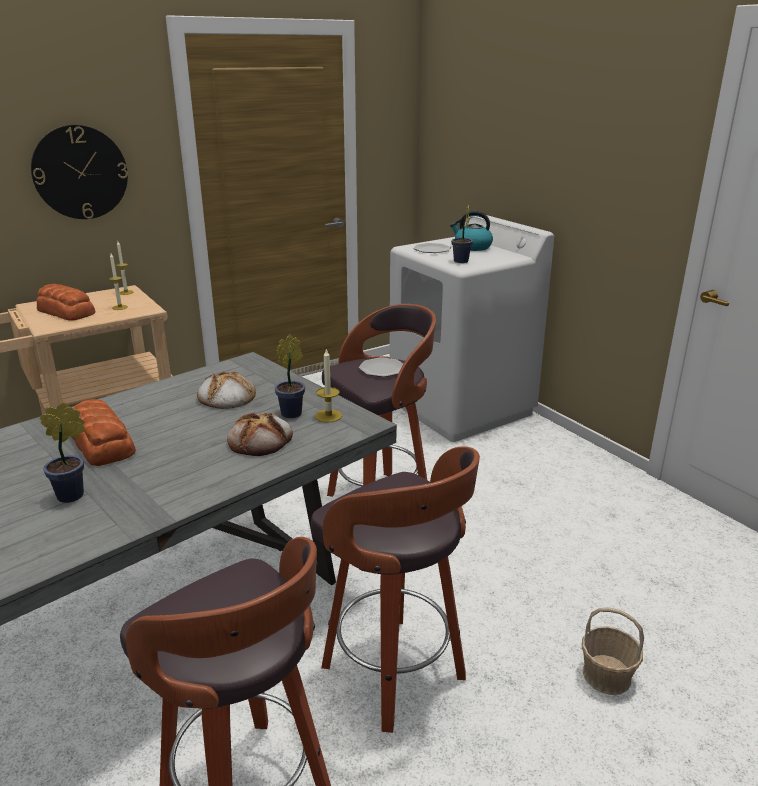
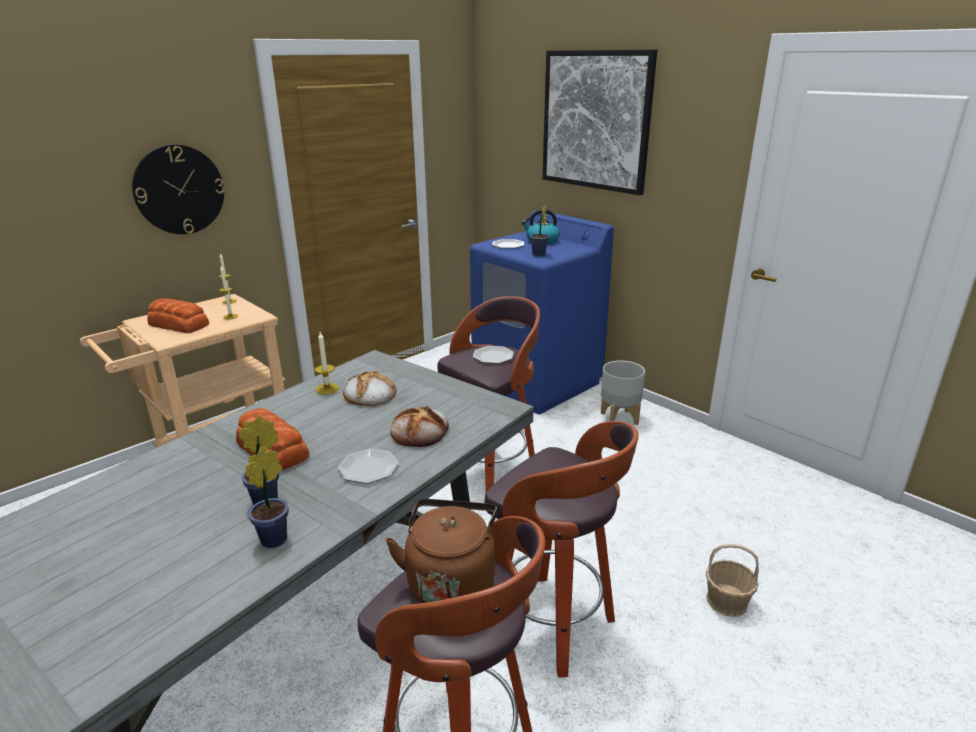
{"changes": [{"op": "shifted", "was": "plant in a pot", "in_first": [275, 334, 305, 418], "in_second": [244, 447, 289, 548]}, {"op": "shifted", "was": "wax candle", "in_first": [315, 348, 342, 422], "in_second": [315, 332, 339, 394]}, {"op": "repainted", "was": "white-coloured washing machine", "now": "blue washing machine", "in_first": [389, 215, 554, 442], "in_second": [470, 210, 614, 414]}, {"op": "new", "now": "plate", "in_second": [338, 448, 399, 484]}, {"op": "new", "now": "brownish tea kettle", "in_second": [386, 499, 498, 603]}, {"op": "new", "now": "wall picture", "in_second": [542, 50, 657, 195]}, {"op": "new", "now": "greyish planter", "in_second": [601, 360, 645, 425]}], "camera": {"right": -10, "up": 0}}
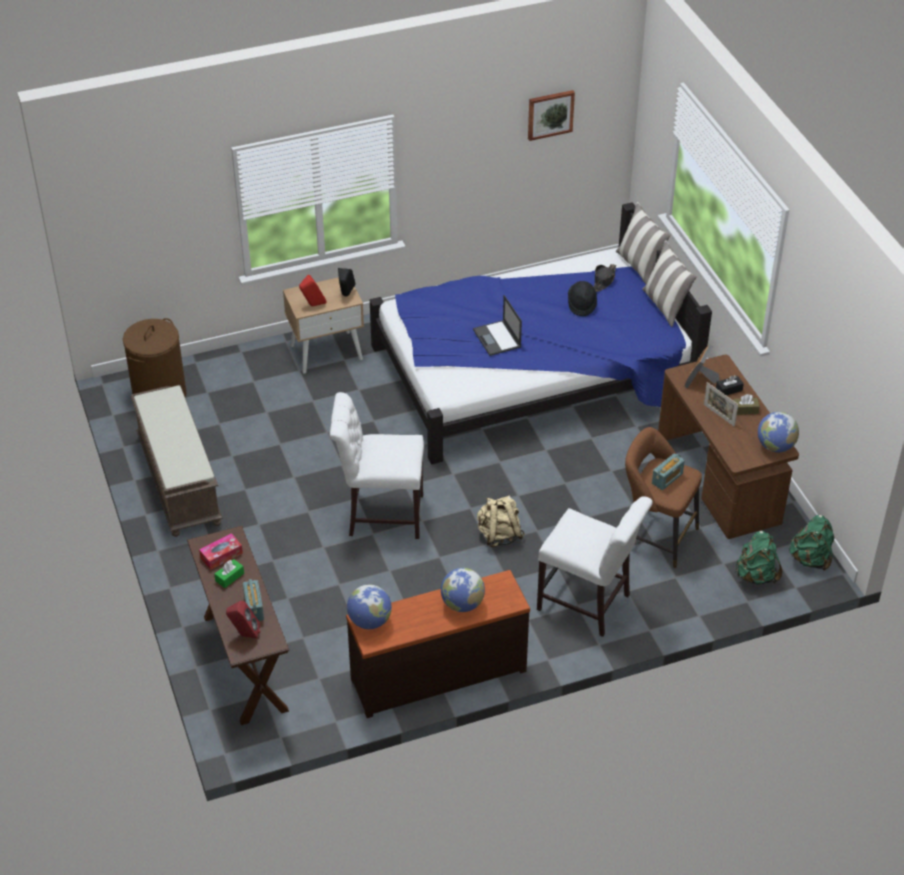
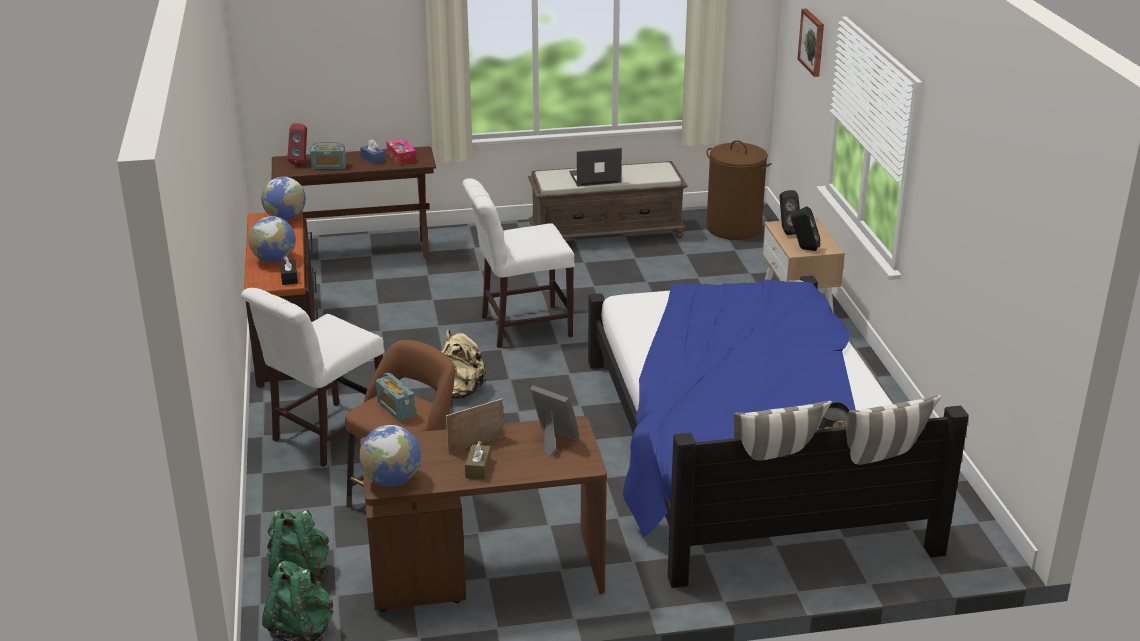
{"changes": [{"op": "repainted", "was": "green tissue box", "now": "blue tissue box", "in_first": [214, 559, 244, 588], "in_second": [360, 139, 385, 164]}, {"op": "repainted", "was": "reddish speaker", "now": "black speaker", "in_first": [299, 275, 327, 307], "in_second": [780, 190, 800, 235]}, {"op": "rotated", "was": "white-coloured plain chair", "in_first": [330, 392, 424, 539], "in_second": [463, 178, 575, 348], "clockwise": -120}, {"op": "shifted", "was": "portable computer", "in_first": [473, 295, 522, 356], "in_second": [569, 148, 622, 187]}, {"op": "shifted", "was": "wall picture", "in_first": [528, 90, 575, 141], "in_second": [797, 9, 824, 77]}, {"op": "gone", "was": "black hat", "in_first": [568, 281, 597, 316]}, {"op": "shifted", "was": "black tissue box", "in_first": [716, 375, 744, 396], "in_second": [280, 256, 298, 285]}], "camera": {"right": 100, "up": -15}}
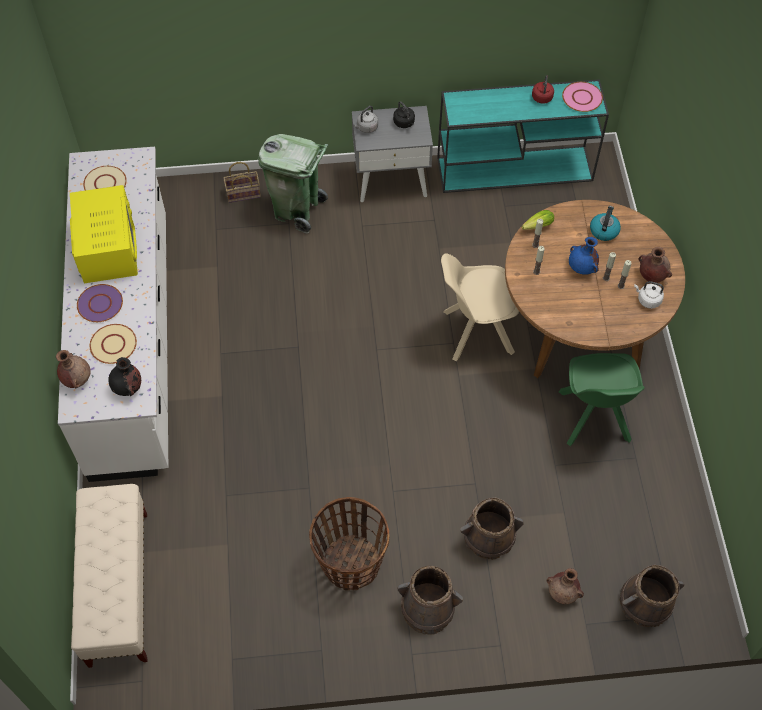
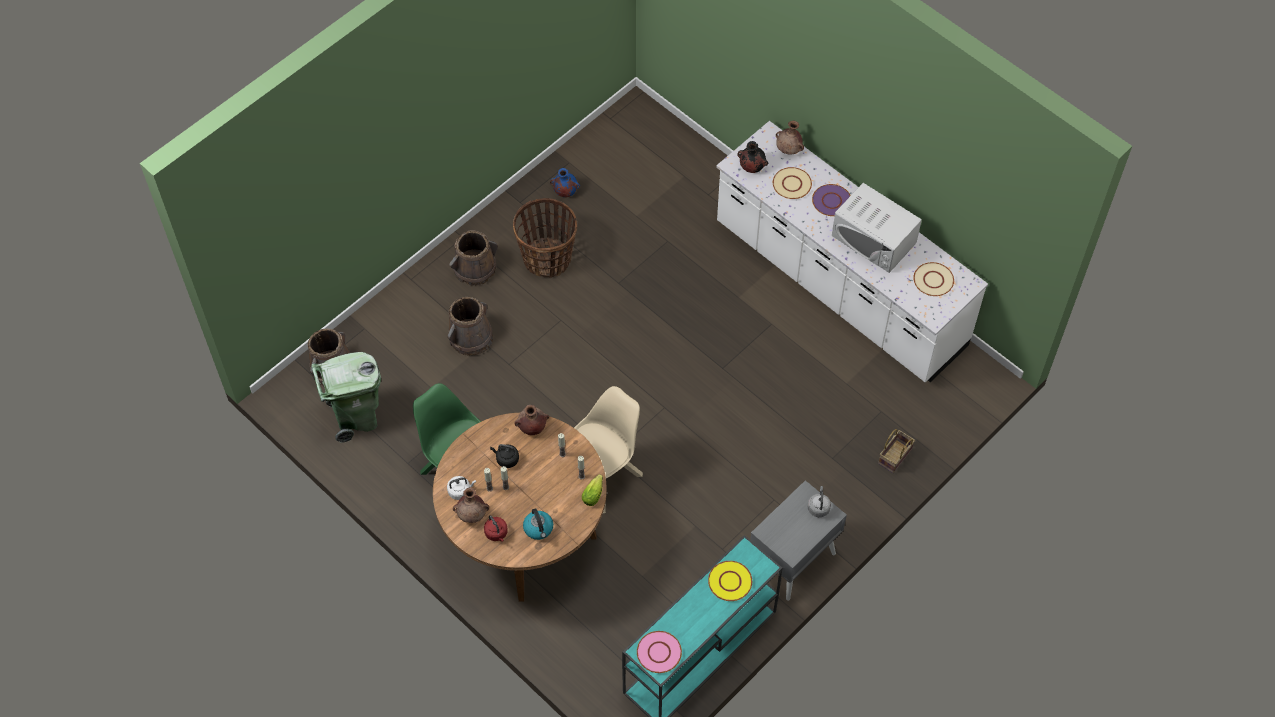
{"changes": [{"op": "repainted", "was": "yellow-coloured microwave oven", "now": "white-coloured microwave oven", "in_first": [70, 185, 138, 283], "in_second": [832, 183, 922, 273]}, {"op": "gone", "was": "beige-coloured indoor bench", "in_first": [71, 484, 147, 668]}, {"op": "shifted", "was": "green rubbish bin", "in_first": [258, 134, 329, 234], "in_second": [312, 352, 381, 443]}, {"op": "shifted", "was": "black tea kettle", "in_first": [393, 101, 415, 128], "in_second": [490, 444, 519, 468]}, {"op": "shifted", "was": "reddish tea kettle", "in_first": [532, 75, 554, 104], "in_second": [484, 515, 508, 542]}, {"op": "shifted", "was": "brownish vase", "in_first": [547, 568, 584, 604], "in_second": [514, 405, 549, 435]}, {"op": "shifted", "was": "blue vase", "in_first": [569, 237, 599, 275], "in_second": [550, 168, 580, 197]}, {"op": "new", "now": "yellow-coloured plate", "in_second": [708, 561, 752, 601]}], "camera": {"right": 140, "up": 0}}
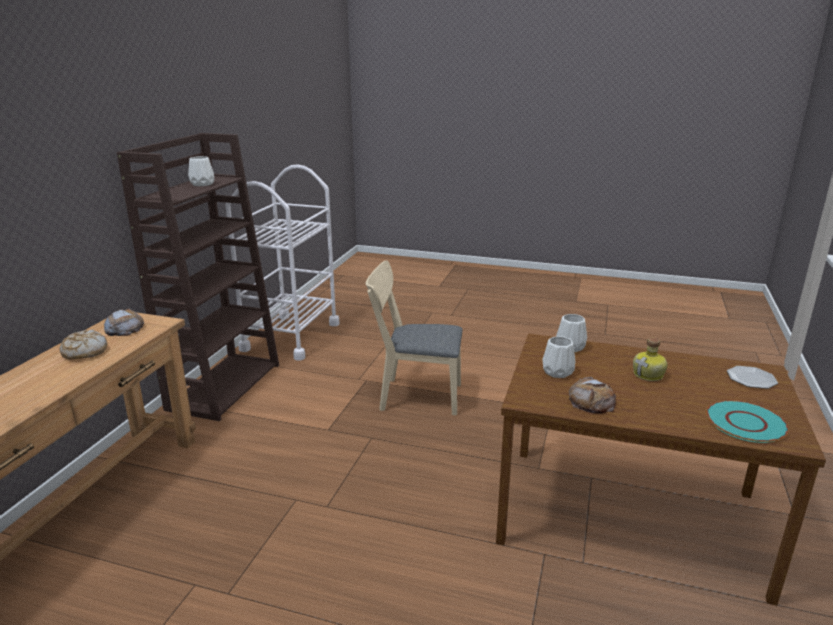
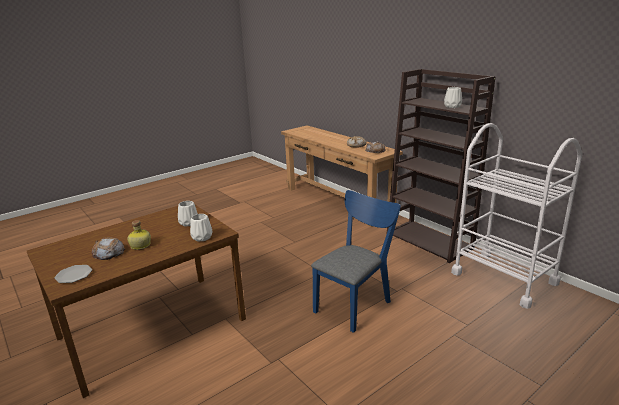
{"changes": [{"op": "repainted", "was": "beige-coloured plain chair", "now": "blue plain chair", "in_first": [366, 260, 463, 415], "in_second": [311, 190, 401, 333]}, {"op": "shifted", "was": "baked bread", "in_first": [569, 377, 616, 414], "in_second": [91, 237, 126, 260]}, {"op": "gone", "was": "turquoise plate", "in_first": [706, 400, 789, 443]}], "camera": {"right": 125, "up": 0}}
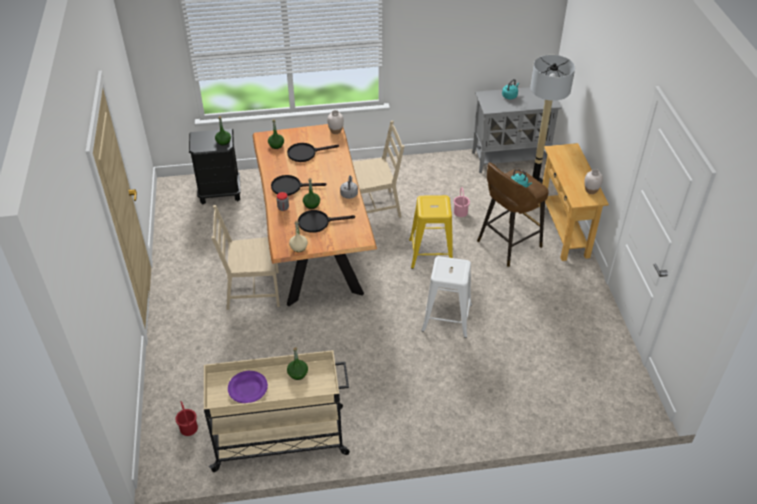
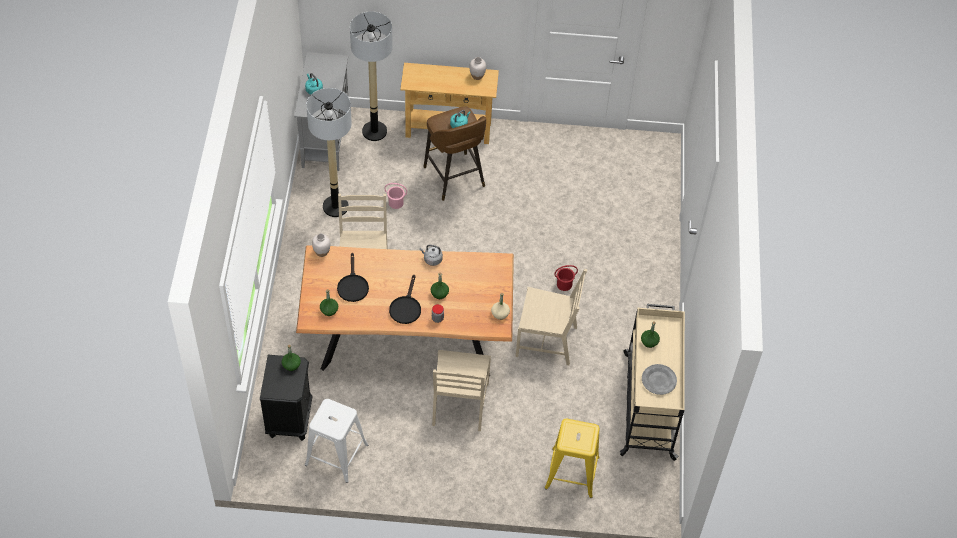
{"changes": [{"op": "shifted", "was": "reddish water bucket", "in_first": [175, 401, 198, 436], "in_second": [554, 265, 578, 291]}, {"op": "repainted", "was": "purplish plate", "now": "greyish plate", "in_first": [228, 371, 268, 403], "in_second": [642, 364, 677, 395]}, {"op": "gone", "was": "black pan", "in_first": [298, 210, 355, 233]}, {"op": "shifted", "was": "yellow-coloured stool seat", "in_first": [409, 195, 453, 269], "in_second": [545, 418, 600, 498]}, {"op": "shifted", "was": "white-coloured stool seat", "in_first": [421, 256, 472, 338], "in_second": [305, 399, 368, 483]}, {"op": "new", "now": "floor lamp", "in_second": [306, 88, 352, 217]}, {"op": "new", "now": "beige-coloured plain chair", "in_second": [516, 269, 587, 365]}], "camera": {"right": -80, "up": 10}}
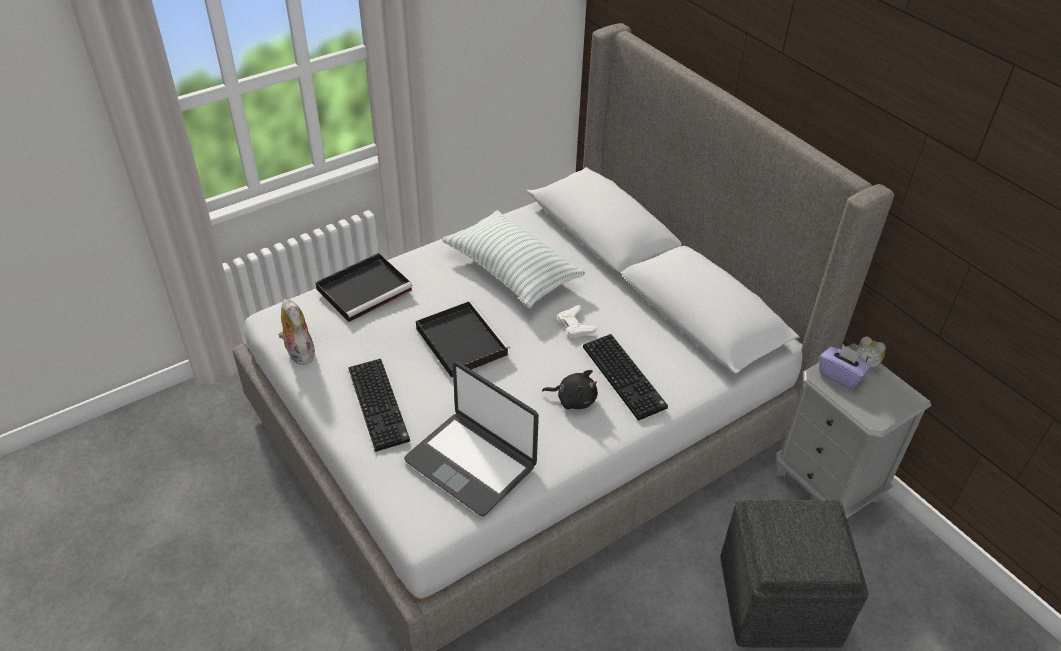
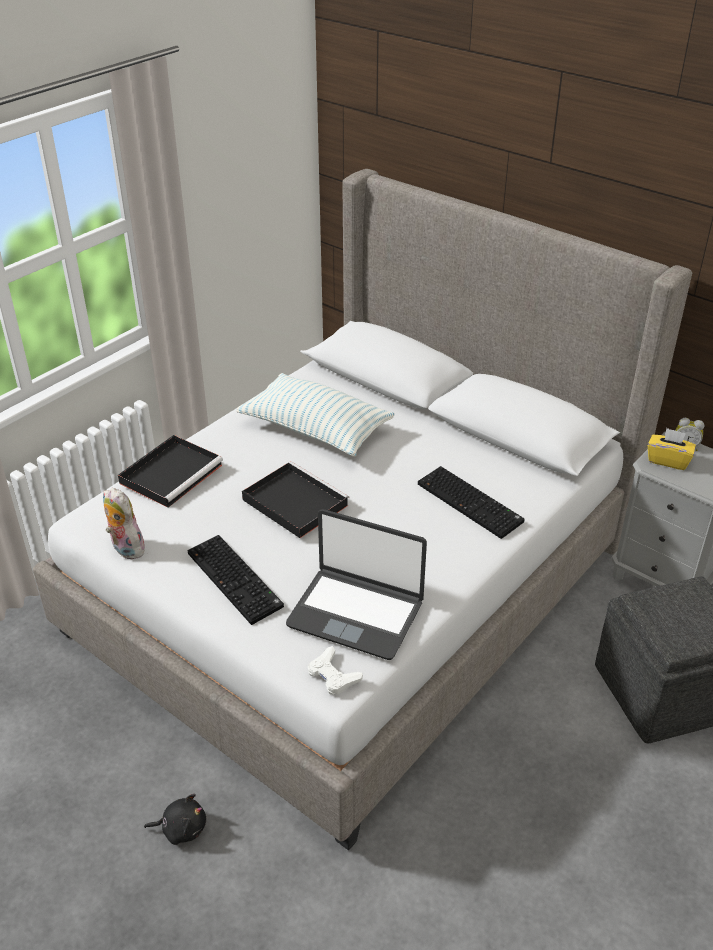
{"changes": [{"op": "shifted", "was": "black plush toy", "in_first": [542, 370, 598, 409], "in_second": [144, 794, 206, 845]}, {"op": "shifted", "was": "white-coloured game controller", "in_first": [557, 305, 597, 338], "in_second": [308, 646, 363, 695]}, {"op": "repainted", "was": "purplish tissue box", "now": "yellow-coloured tissue box", "in_first": [819, 345, 871, 390], "in_second": [648, 428, 696, 470]}], "camera": {"right": -15, "up": -5}}
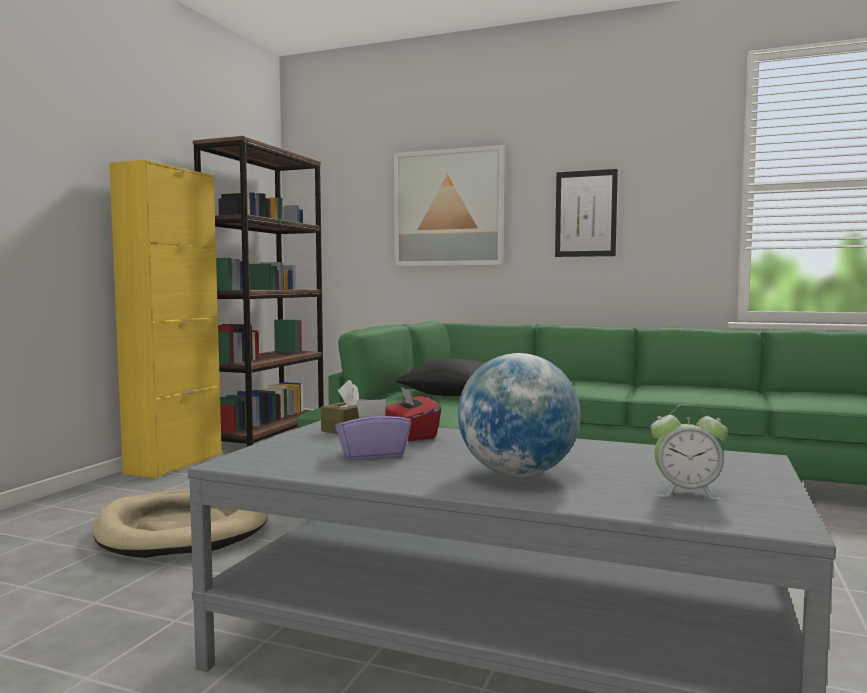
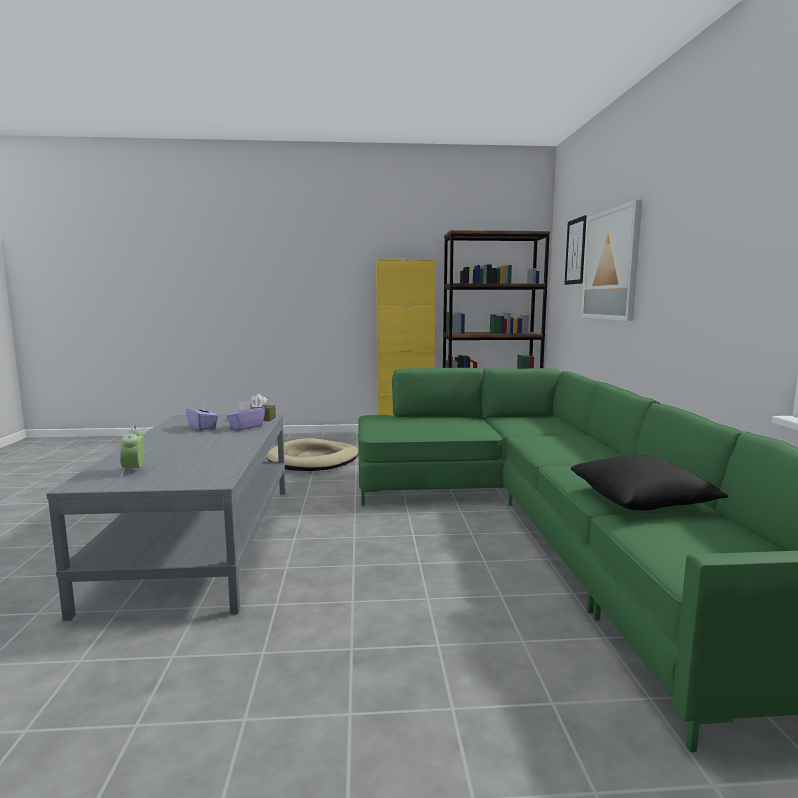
{"changes": [{"op": "repainted", "was": "reddish tissue box", "now": "purplish tissue box", "in_first": [385, 387, 441, 441], "in_second": [226, 401, 265, 430]}, {"op": "shifted", "was": "black throw pillow", "in_first": [396, 358, 485, 396], "in_second": [571, 455, 728, 510]}, {"op": "gone", "was": "globe", "in_first": [458, 353, 581, 477]}, {"op": "shifted", "was": "wall picture", "in_first": [555, 169, 618, 257], "in_second": [564, 215, 587, 285]}], "camera": {"right": 65, "up": 5}}
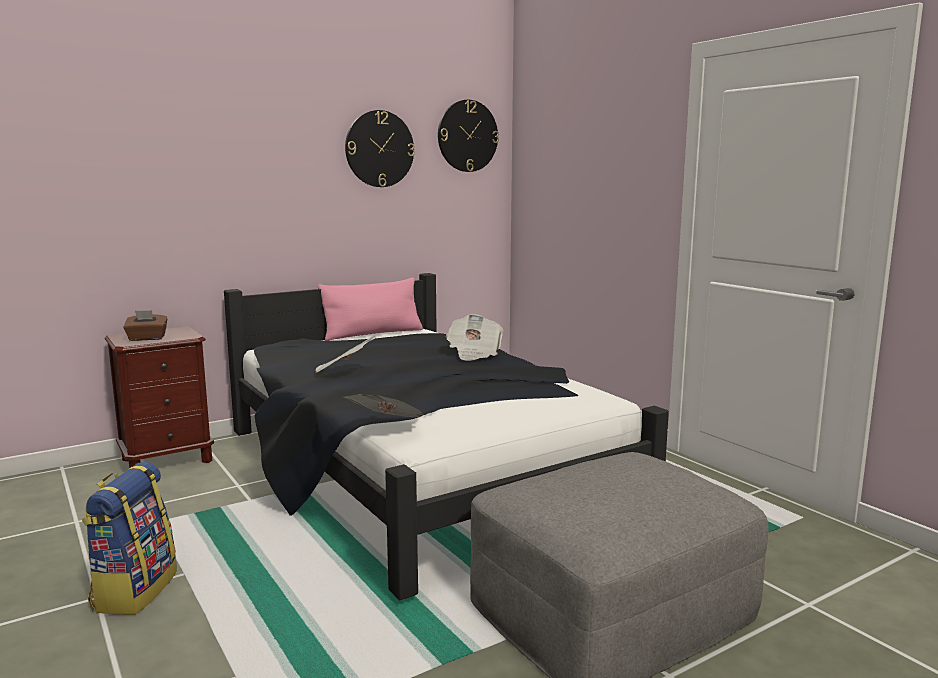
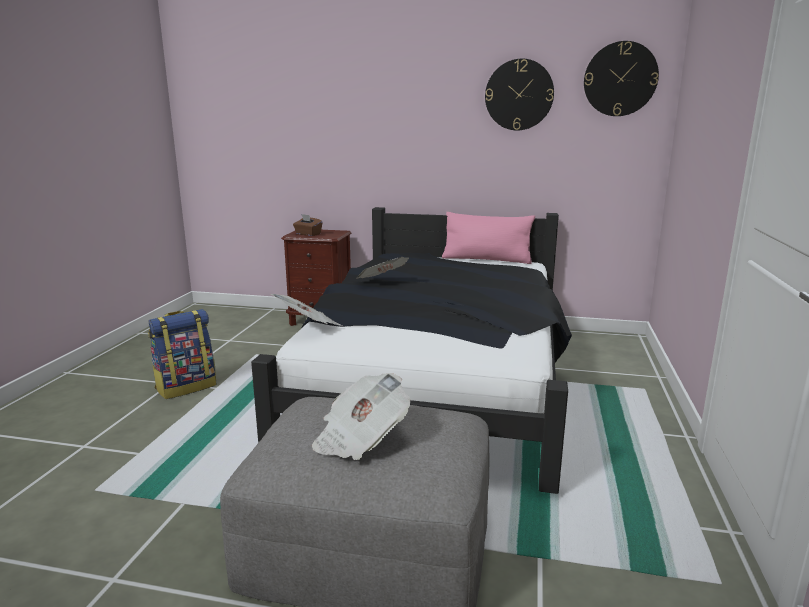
{"changes": [{"op": "shifted", "was": "newspaper", "in_first": [446, 314, 503, 361], "in_second": [312, 373, 410, 460]}], "camera": {"right": 45, "up": 5}}
